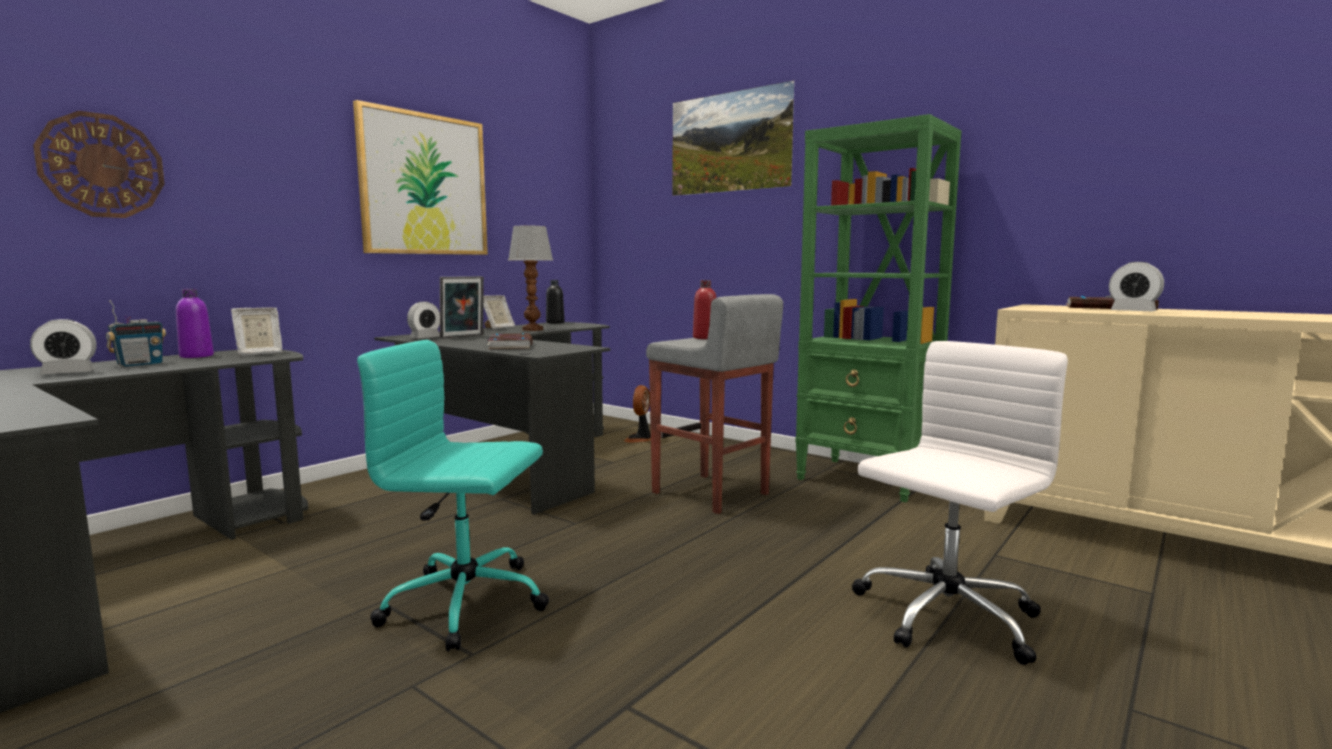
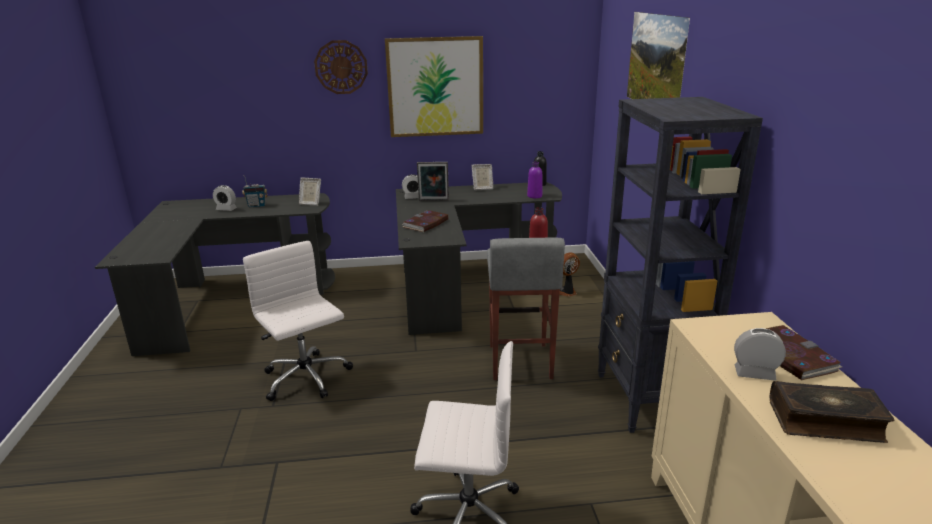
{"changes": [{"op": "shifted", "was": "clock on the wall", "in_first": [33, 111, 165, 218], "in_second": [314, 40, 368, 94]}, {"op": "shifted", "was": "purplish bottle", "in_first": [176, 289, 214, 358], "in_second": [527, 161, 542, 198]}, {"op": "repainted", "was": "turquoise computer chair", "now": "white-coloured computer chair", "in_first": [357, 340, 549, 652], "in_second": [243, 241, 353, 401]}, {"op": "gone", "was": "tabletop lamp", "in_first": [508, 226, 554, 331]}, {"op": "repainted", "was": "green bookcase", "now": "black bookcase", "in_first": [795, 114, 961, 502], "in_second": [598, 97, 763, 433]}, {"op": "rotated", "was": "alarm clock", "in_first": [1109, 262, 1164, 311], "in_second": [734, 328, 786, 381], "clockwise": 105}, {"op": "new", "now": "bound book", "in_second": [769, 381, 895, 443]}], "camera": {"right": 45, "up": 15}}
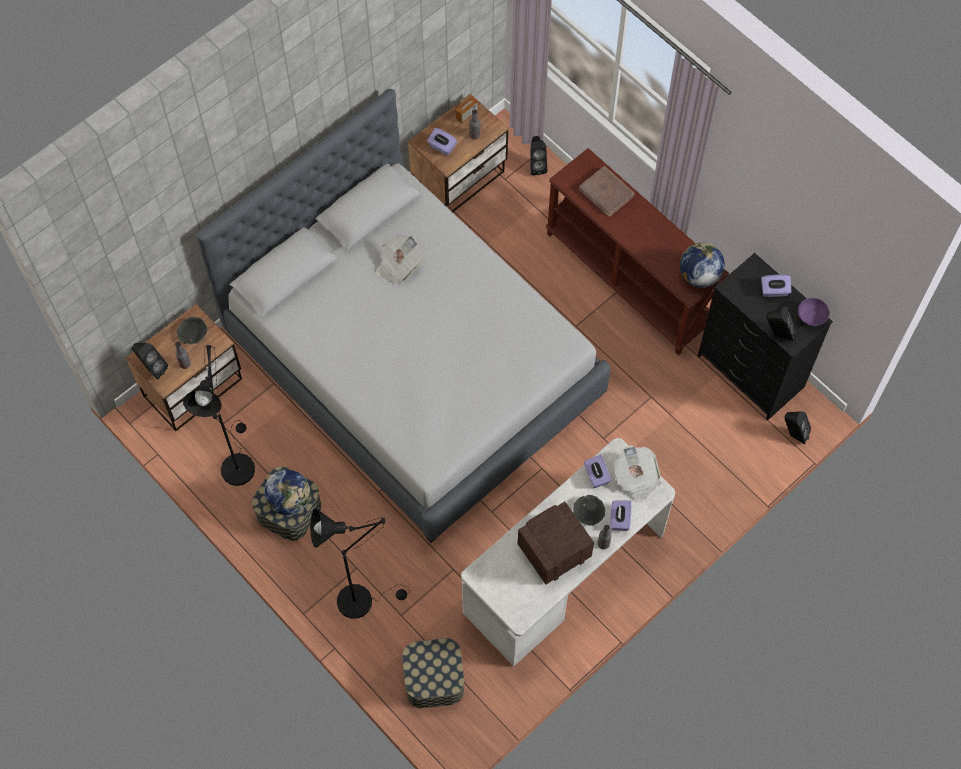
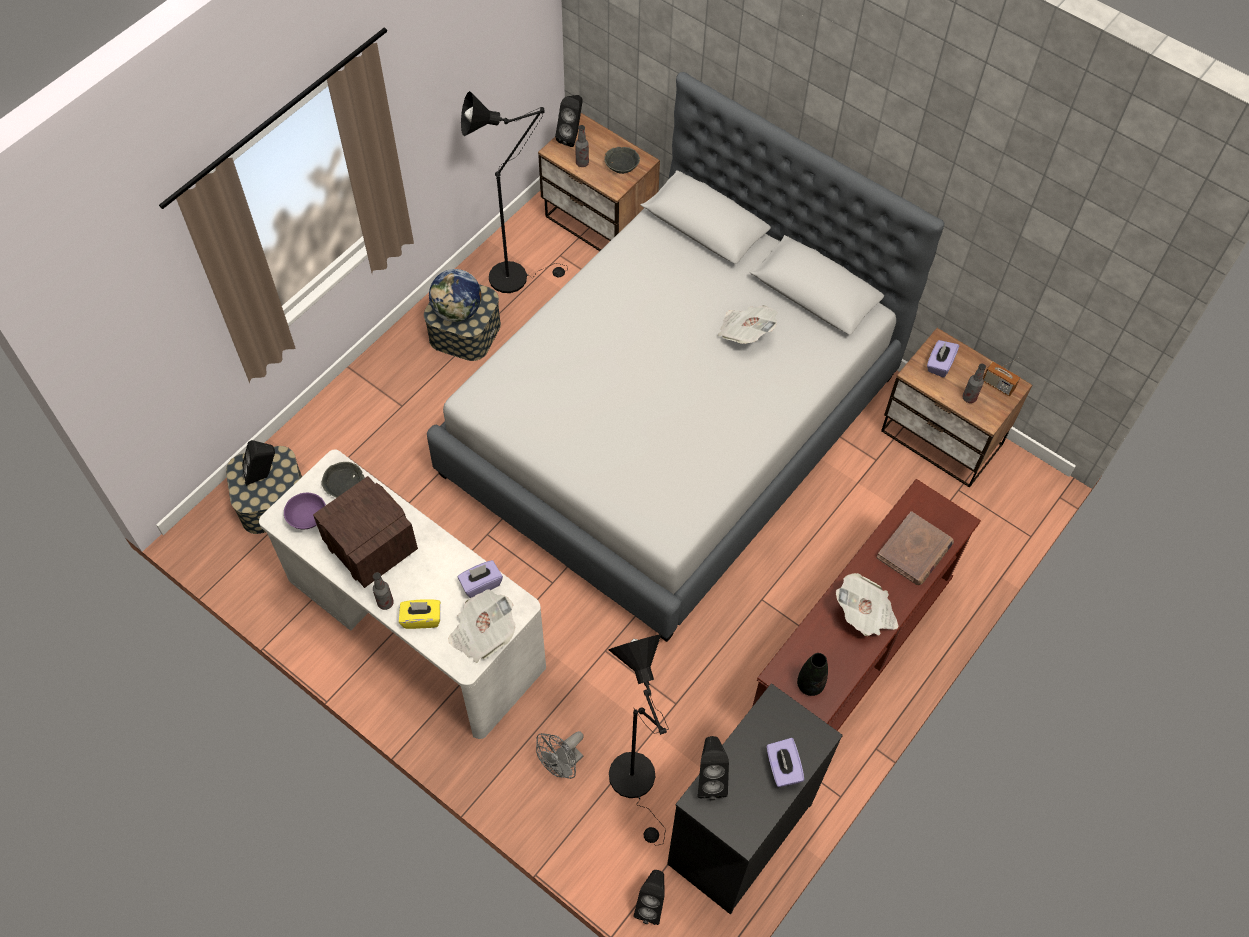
{"changes": [{"op": "shifted", "was": "black floor lamp", "in_first": [310, 508, 410, 619], "in_second": [608, 634, 669, 846]}, {"op": "shifted", "was": "black speaker", "in_first": [531, 136, 547, 175], "in_second": [242, 440, 275, 485]}, {"op": "shifted", "was": "greyish serving bowl", "in_first": [573, 495, 605, 526], "in_second": [322, 462, 365, 498]}, {"op": "repainted", "was": "purplish tissue box", "now": "yellow-coloured tissue box", "in_first": [610, 500, 631, 531], "in_second": [399, 599, 440, 629]}, {"op": "swapped", "was": "globe", "now": "black vase", "in_first": [680, 242, 725, 288], "in_second": [797, 653, 828, 696]}, {"op": "shifted", "was": "purplish serving bowl", "in_first": [798, 298, 830, 326], "in_second": [284, 493, 326, 529]}, {"op": "new", "now": "greyish fan", "in_second": [536, 731, 584, 779]}, {"op": "new", "now": "newspaper", "in_second": [836, 573, 899, 636]}], "camera": {"right": 80, "up": -5}}
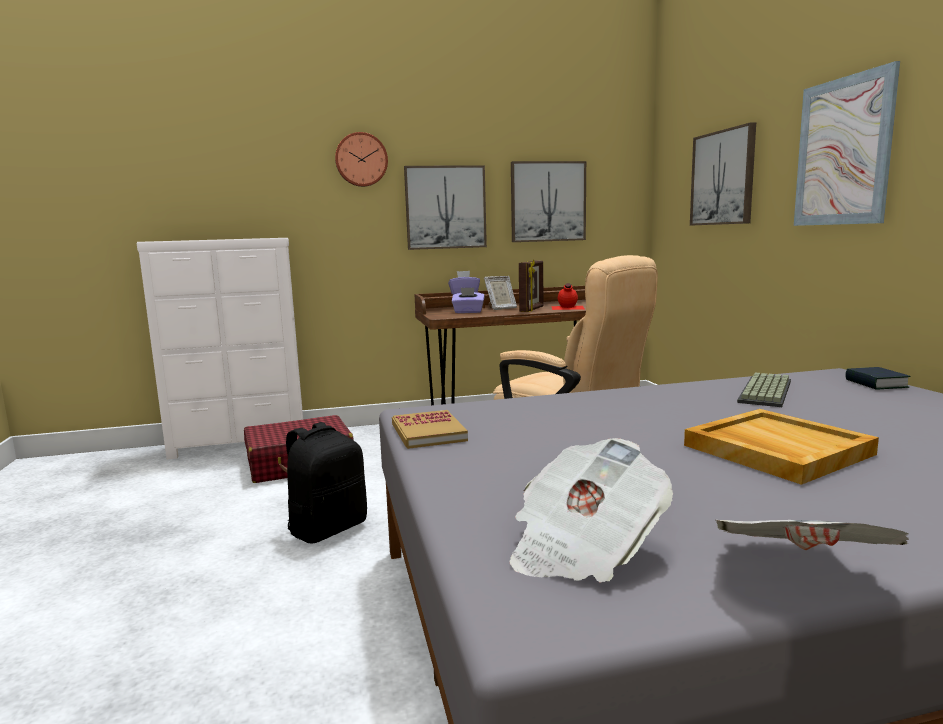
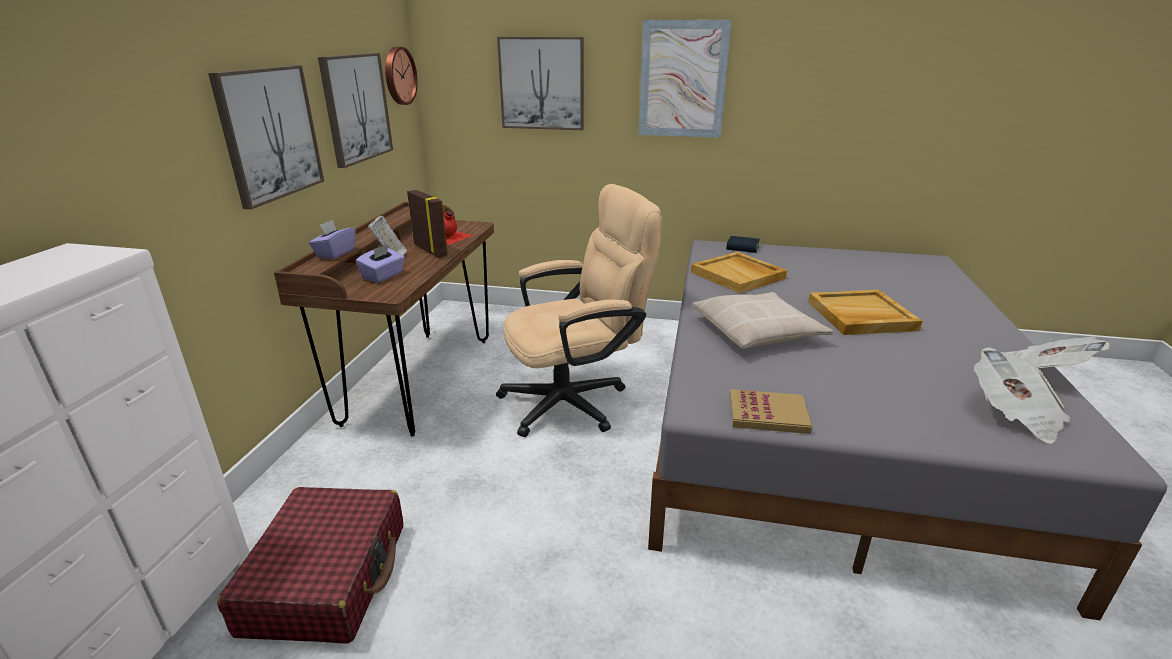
{"changes": [{"op": "gone", "was": "black knapsack", "in_first": [286, 422, 367, 544]}, {"op": "shifted", "was": "clock on the wall", "in_first": [335, 132, 388, 187], "in_second": [385, 47, 418, 105]}, {"op": "swapped", "was": "keyboard", "now": "beige-coloured serving tray", "in_first": [737, 373, 791, 407], "in_second": [691, 252, 787, 294]}, {"op": "new", "now": "beige-coloured throw pillow", "in_second": [692, 292, 834, 349]}], "camera": {"right": -65, "up": 15}}
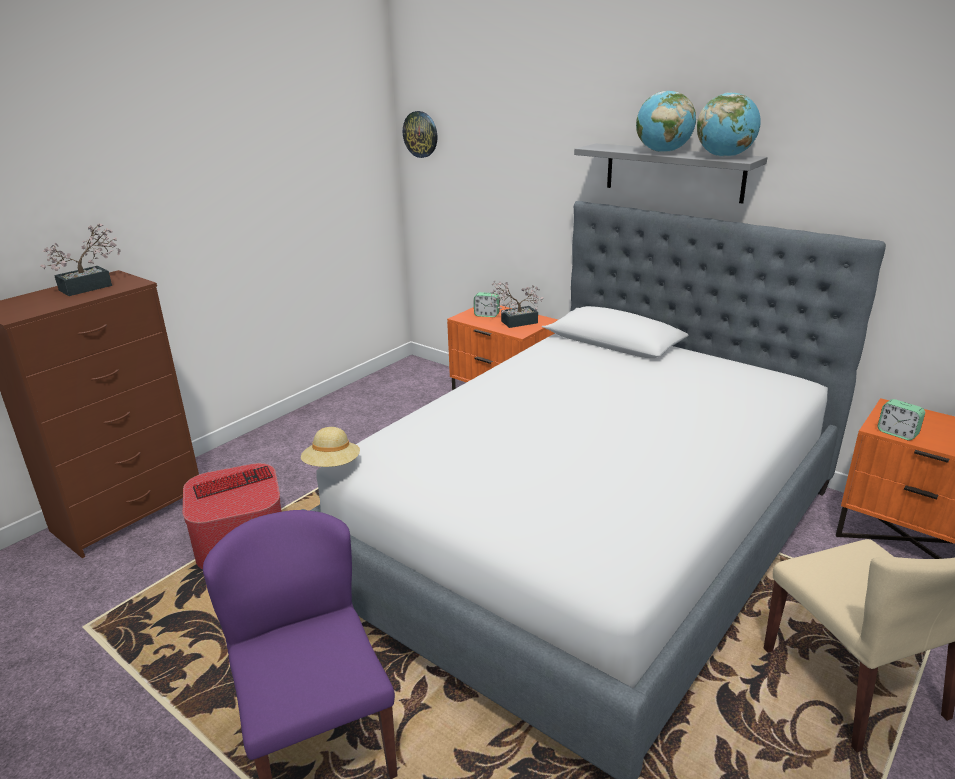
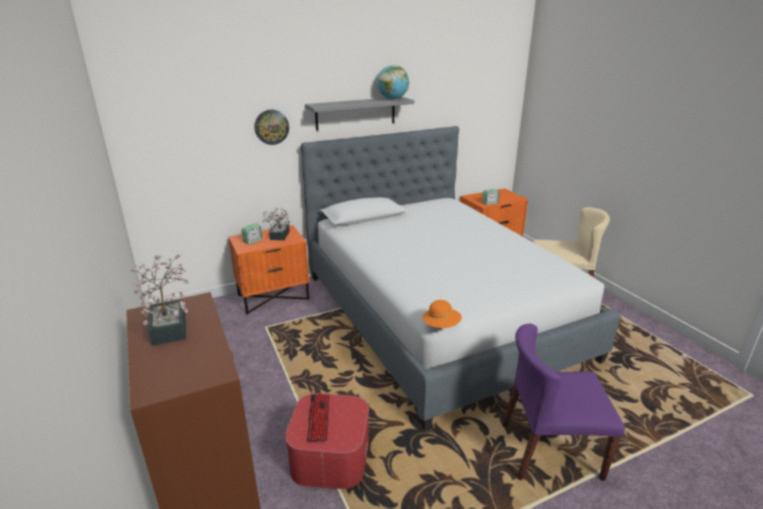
{"changes": [{"op": "repainted", "was": "beige-coloured hat", "now": "orange hat", "in_first": [301, 427, 360, 467], "in_second": [422, 300, 462, 328]}, {"op": "shifted", "was": "clock on the wall", "in_first": [403, 111, 437, 158], "in_second": [255, 110, 289, 145]}, {"op": "gone", "was": "globe", "in_first": [636, 91, 696, 153]}], "camera": {"right": -65, "up": 0}}
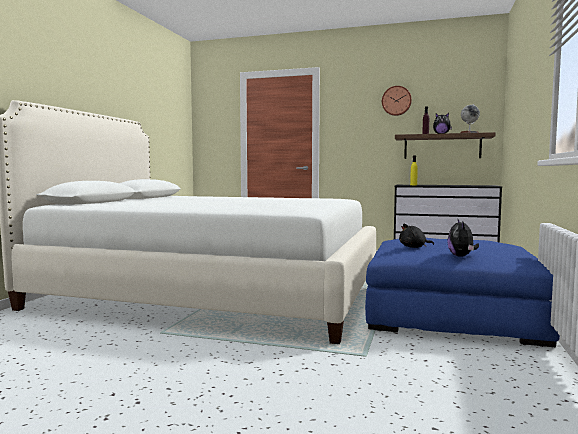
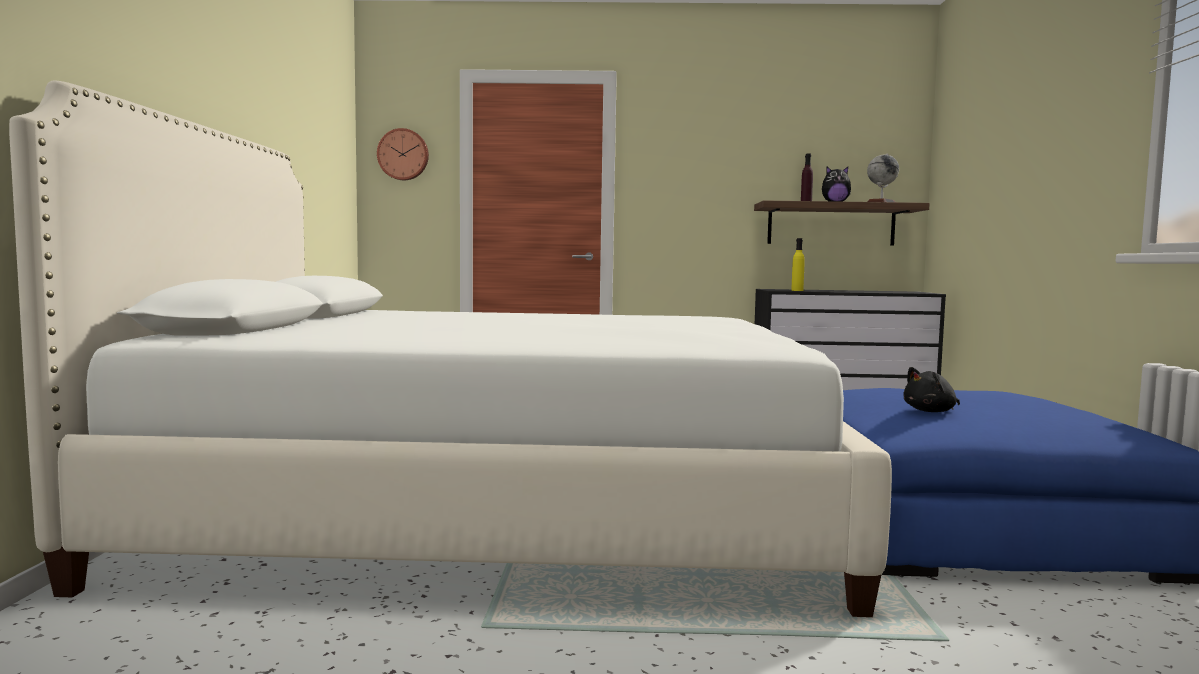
{"changes": [{"op": "shifted", "was": "clock on the wall", "in_first": [382, 86, 412, 116], "in_second": [377, 128, 429, 180]}, {"op": "gone", "was": "plush toy", "in_first": [447, 220, 479, 257]}], "camera": {"right": -15, "up": 0}}
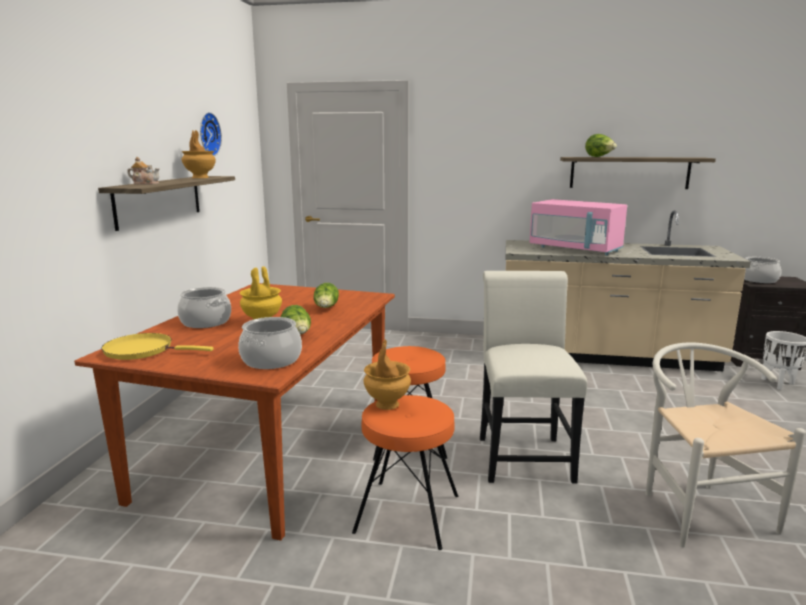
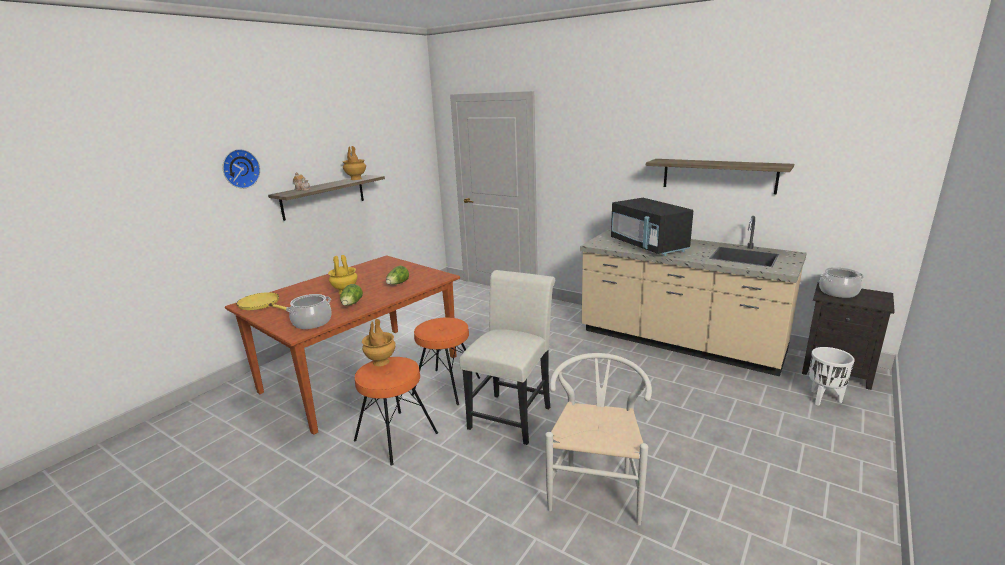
{"changes": [{"op": "gone", "was": "stockpot", "in_first": [177, 287, 231, 328]}, {"op": "shifted", "was": "clock on the wall", "in_first": [200, 112, 222, 156], "in_second": [223, 149, 260, 189]}, {"op": "repainted", "was": "pinkish microwave oven", "now": "black microwave oven", "in_first": [529, 199, 627, 255], "in_second": [611, 198, 693, 256]}, {"op": "gone", "was": "head of lettuce", "in_first": [585, 134, 617, 157]}], "camera": {"right": 25, "up": 5}}
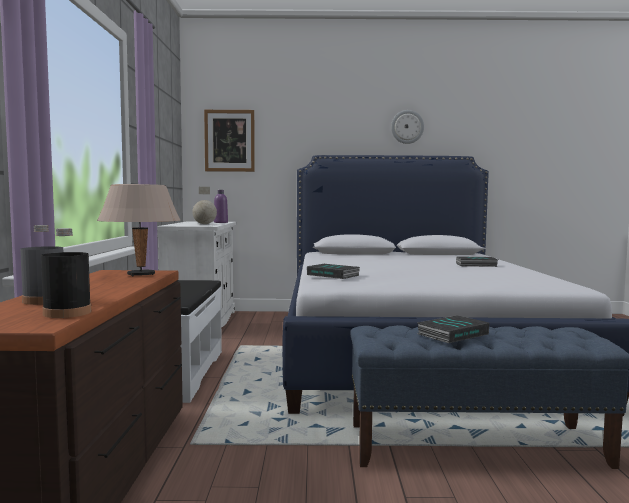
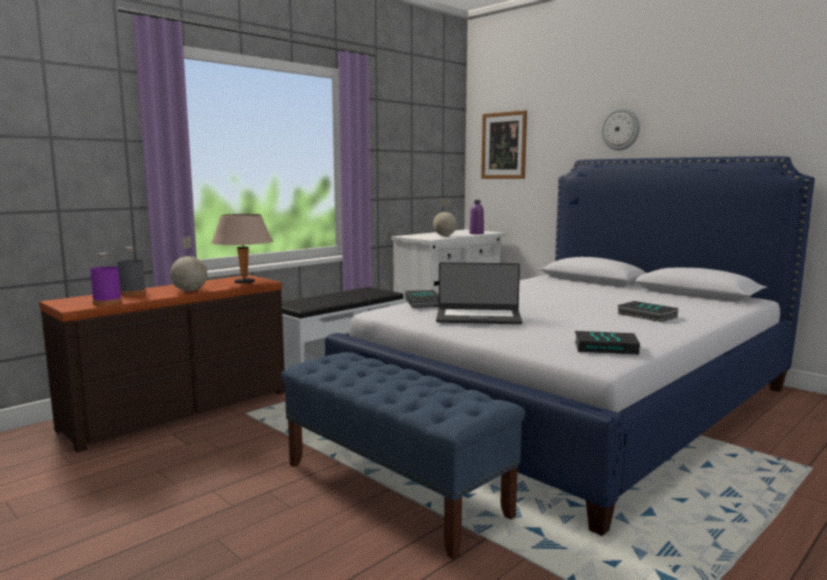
{"changes": [{"op": "repainted", "was": "black bottle", "now": "purplish bottle", "in_first": [41, 228, 91, 318], "in_second": [90, 253, 122, 306]}, {"op": "shifted", "was": "clock on the wall", "in_first": [391, 110, 424, 144], "in_second": [601, 108, 640, 150]}, {"op": "shifted", "was": "bound book", "in_first": [417, 315, 490, 343], "in_second": [575, 331, 640, 355]}, {"op": "new", "now": "globe", "in_second": [170, 236, 207, 292]}, {"op": "new", "now": "portable computer", "in_second": [436, 262, 522, 324]}], "camera": {"right": 45, "up": 5}}
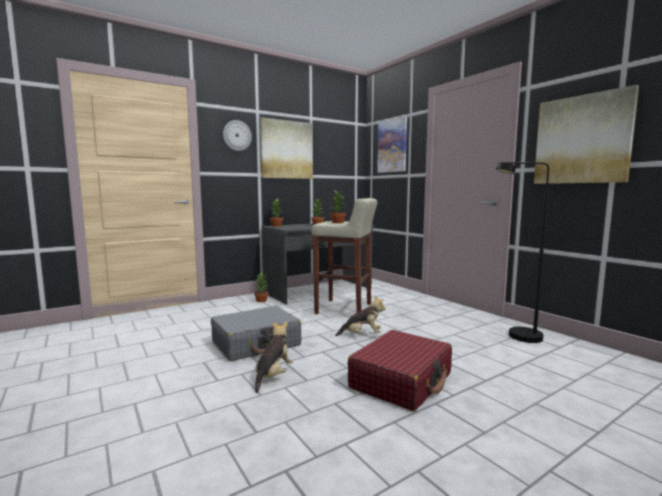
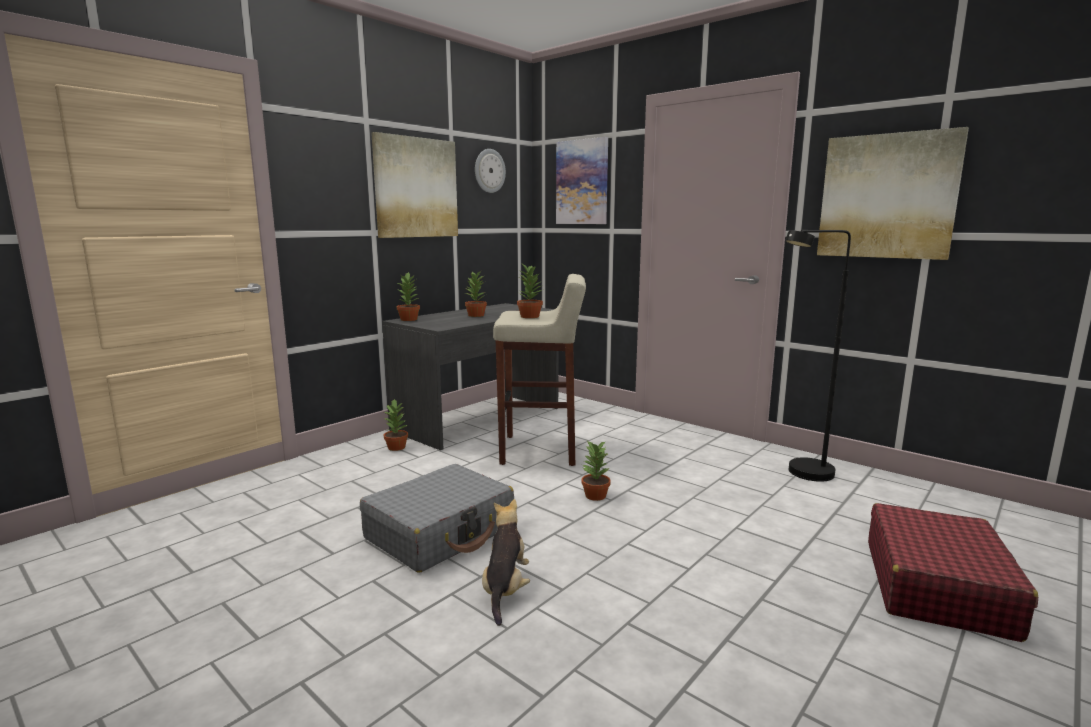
{"changes": [{"op": "shifted", "was": "clock on the wall", "in_first": [223, 120, 252, 151], "in_second": [475, 149, 506, 193]}, {"op": "swapped", "was": "plush toy", "now": "plant in a pot", "in_first": [335, 295, 386, 336], "in_second": [582, 441, 611, 501]}, {"op": "shifted", "was": "reddish suitcase", "in_first": [348, 330, 452, 411], "in_second": [868, 503, 1038, 642]}], "camera": {"right": -15, "up": 5}}
